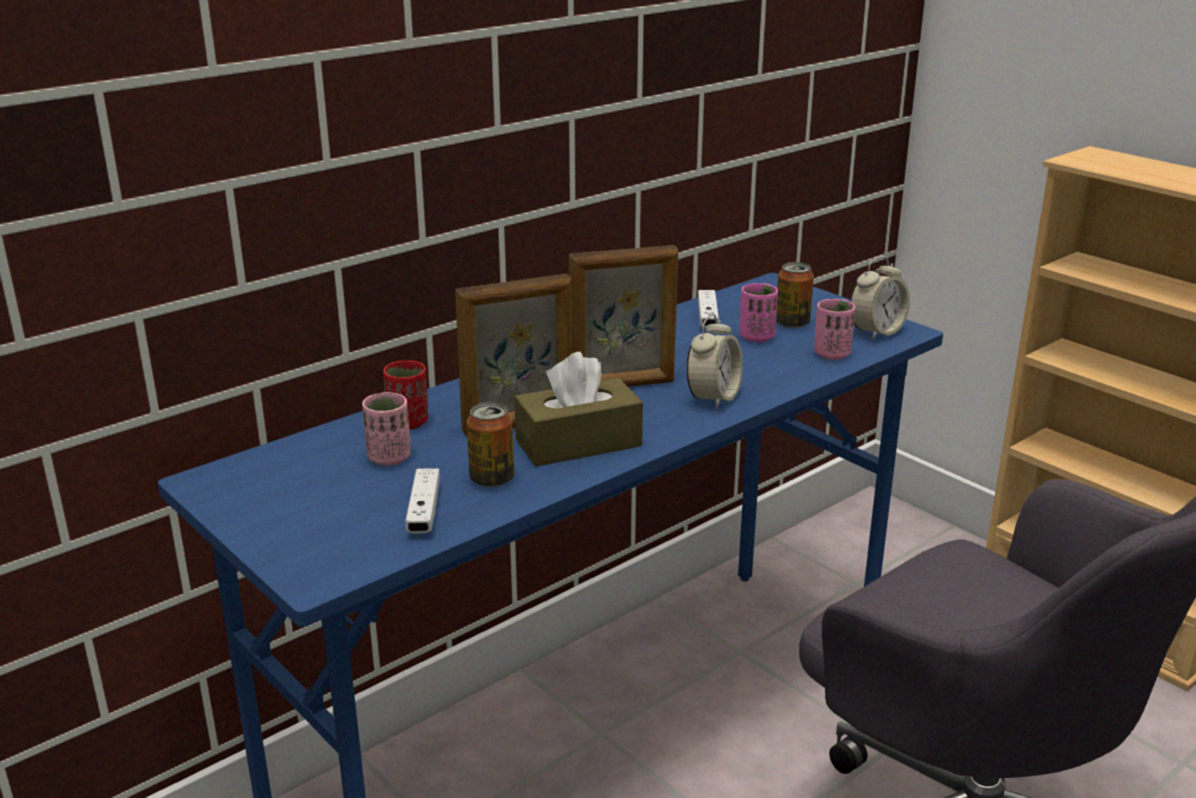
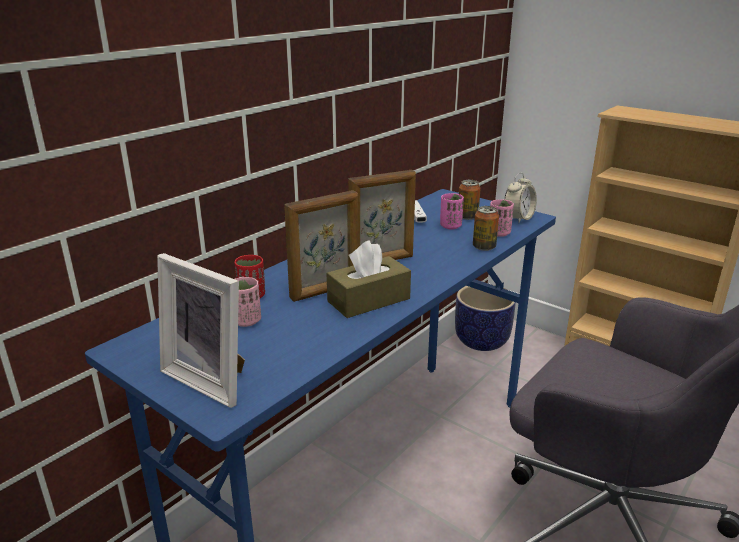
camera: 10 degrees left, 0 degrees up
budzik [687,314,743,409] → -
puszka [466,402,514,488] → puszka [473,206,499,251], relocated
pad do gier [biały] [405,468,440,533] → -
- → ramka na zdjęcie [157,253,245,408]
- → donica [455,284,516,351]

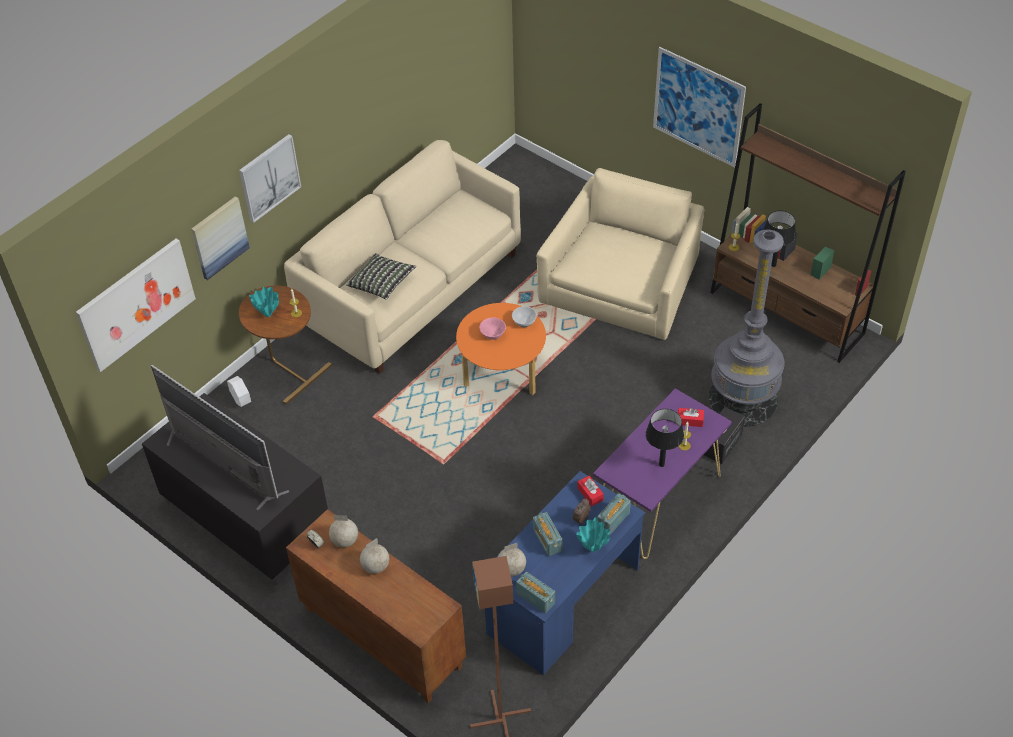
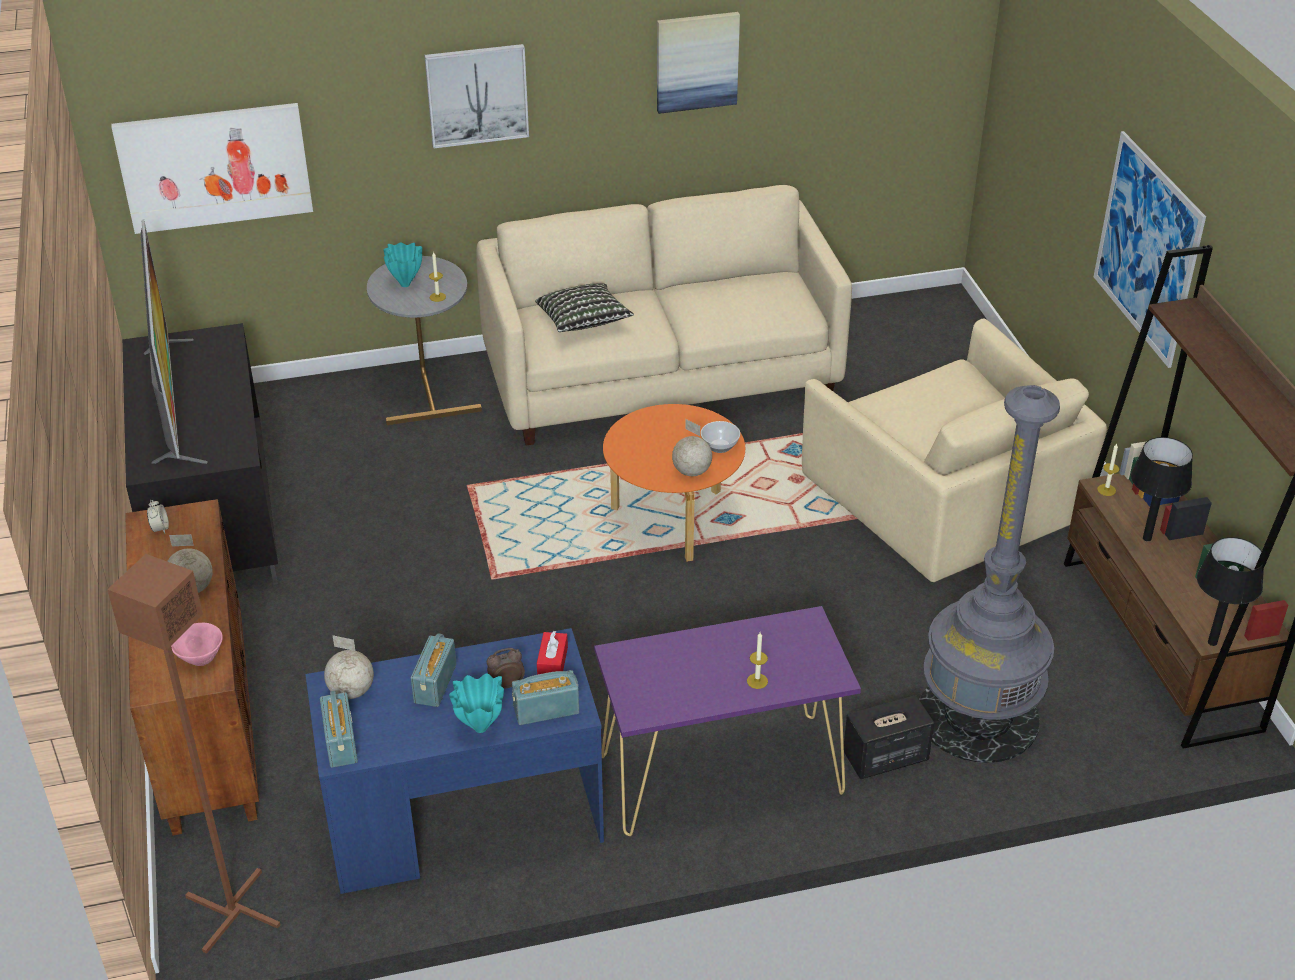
camera: 35 degrees right, 10 degrees down
fotel [beżowy] [537,168,704,340] → fotel [beżowy] [802,318,1107,582], 90 degrees clockwise
obraz [191,197,250,280] → obraz [657,12,740,114], relocated
stolik [brązowy] [239,286,332,405] → stolik [szary] [367,256,482,425]
miska [różowy] [479,317,506,340] → miska [różowy] [171,623,223,666], relocated
donica [biały] [227,376,251,407] → -
pudełko chusteczek [czerwony] [677,408,704,427] → -
lampa stołowa [czarny] [646,409,684,467] → lampa stołowa [czarny] [1197,537,1264,646], relocated
globus [329,515,358,548] → globus [672,419,712,476], relocated

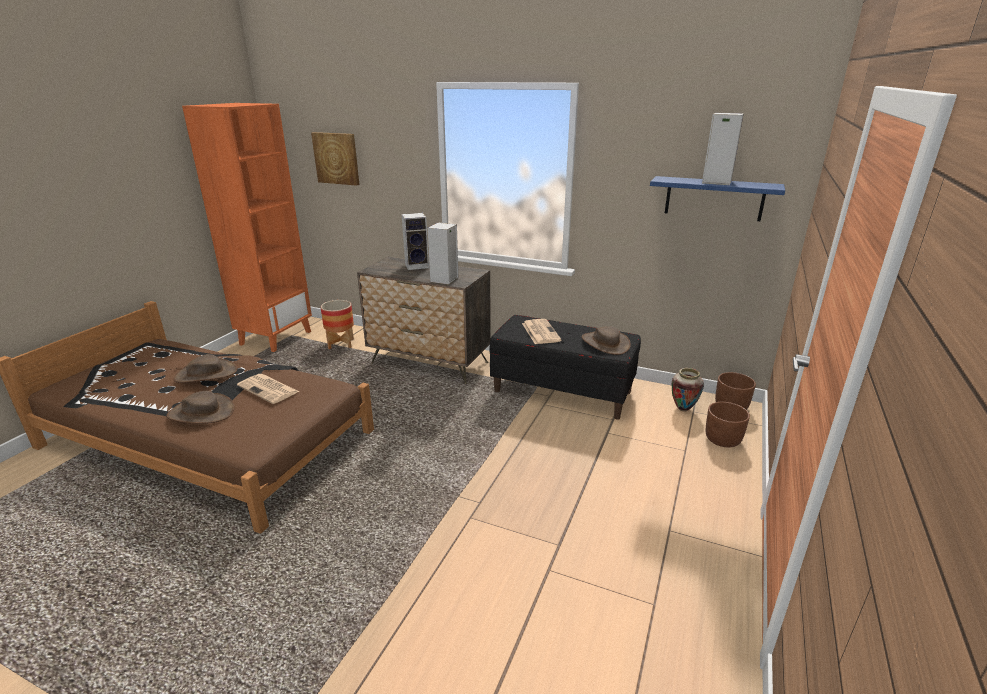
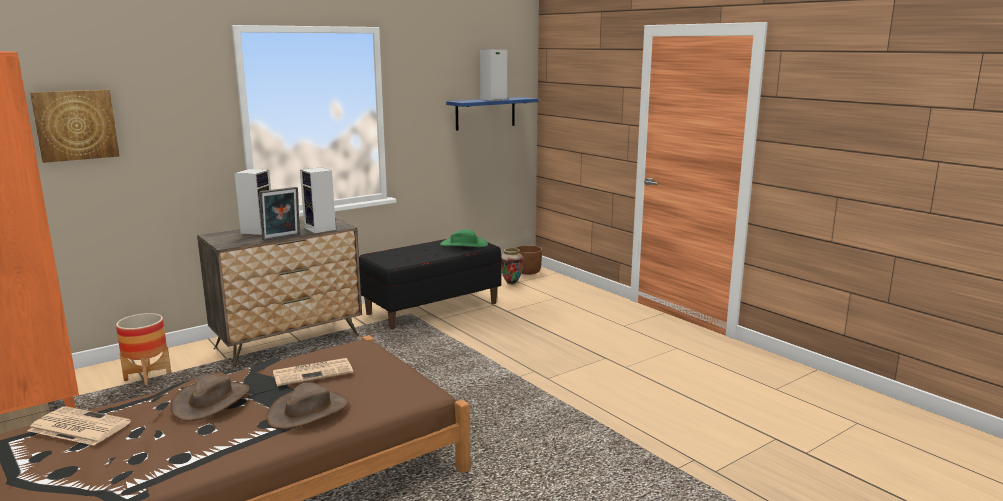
camera: 60 degrees left, 10 degrees down
gazeta [522,319,562,344] → gazeta [28,406,131,446], relocated
kapelusz [brązowy] [581,326,631,355] → kapelusz [zielony] [440,229,488,247]
donica [brązowy] [706,402,750,447] → -
- → ramka na zdjęcie [260,187,300,241]

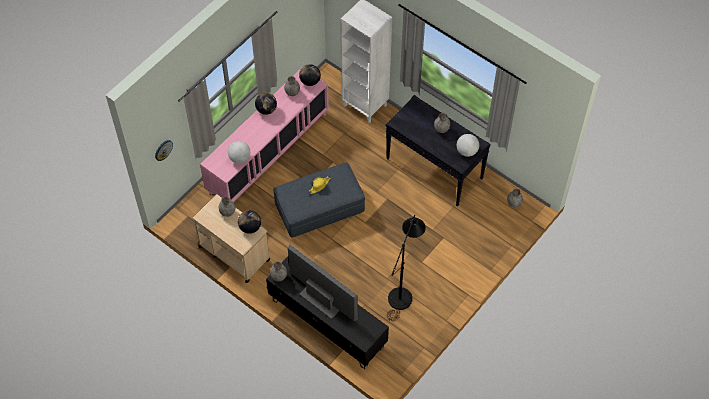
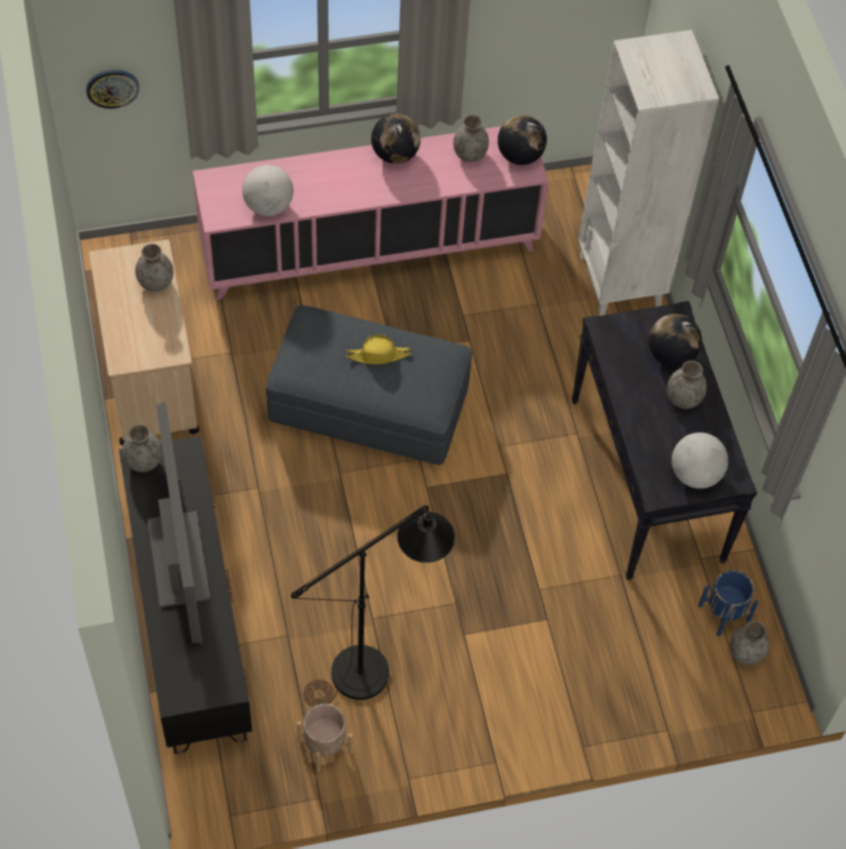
camera: 35 degrees right, 0 degrees up
globus [238,210,261,234] → globus [648,314,702,367], relocated
- → donica [niebieski] [698,570,758,636]
- → donica [beżowy] [297,703,353,772]

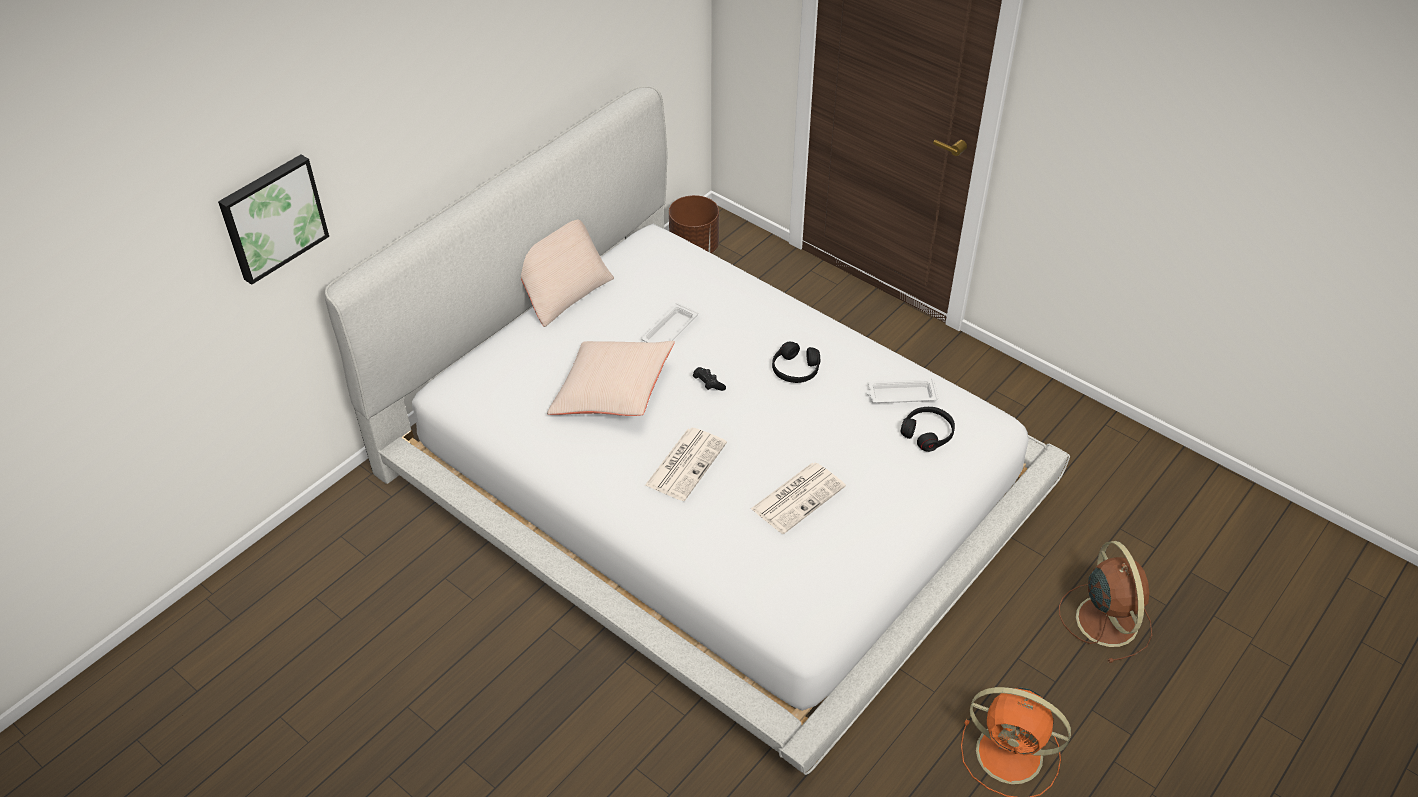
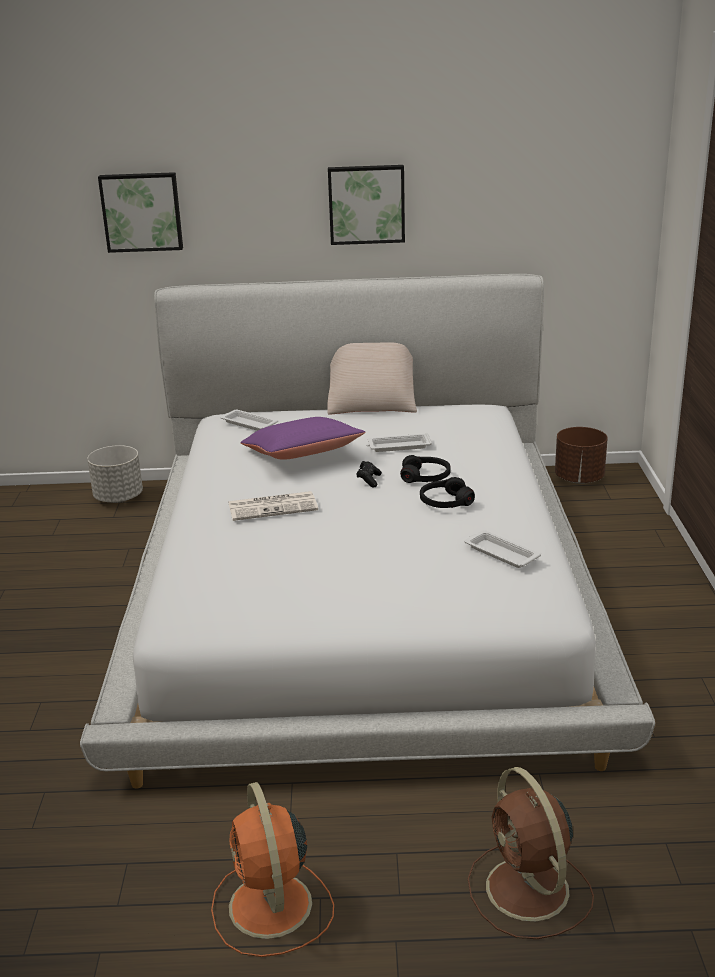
camera: 50 degrees right, 20 degrees down
poduszka [beżowy] [547,341,675,416] → poduszka [fioletowy] [240,417,365,460]
słuchawki [czarny] [900,407,955,452] → słuchawki [czarny] [400,455,450,483], relocated
gazeta [751,463,846,534] → -
wentylator [brązowy] [1059,541,1152,663] → wentylator [brązowy] [468,767,594,939], 120 degrees clockwise
- → obraz [328,165,405,245]
- → taca [biały] [220,410,278,431]
- → donica [szary] [87,445,143,503]

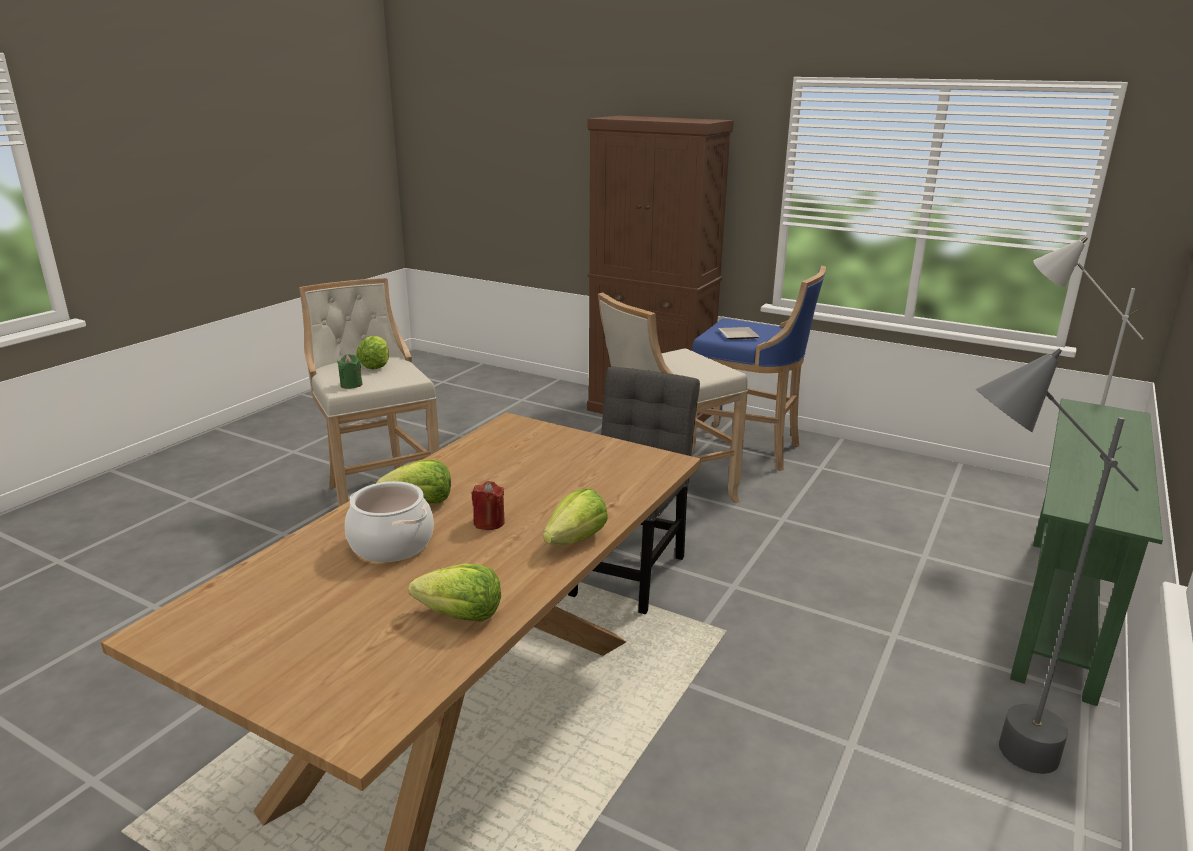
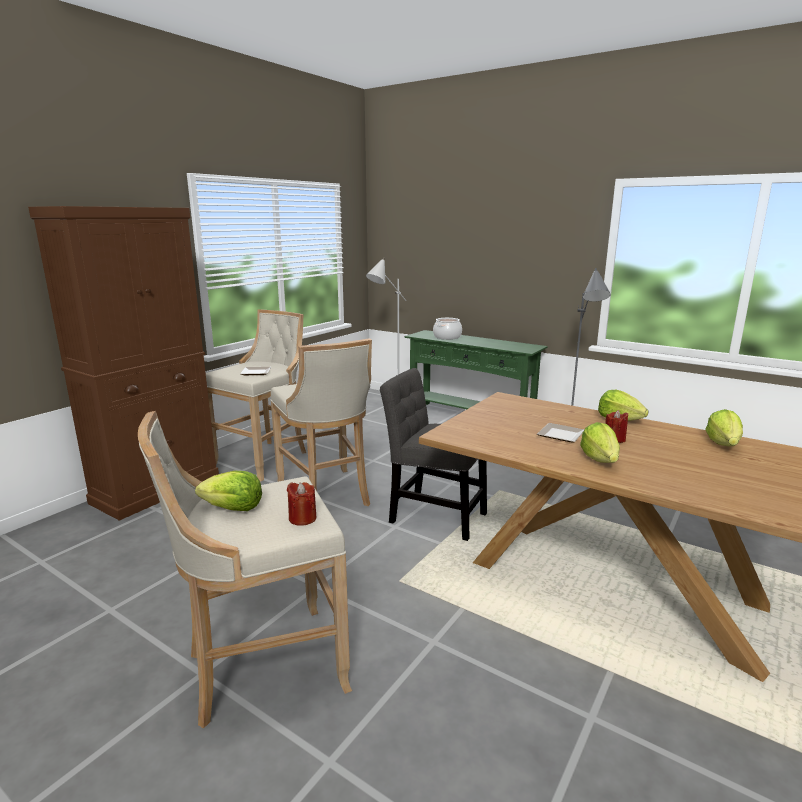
camera: 85 degrees left, 5 degrees down
stołek [niebieski] [692,266,826,471] → stołek [beżowy] [206,310,306,482]
świeca [zielony] [337,354,363,389] → świeca [czerwony] [287,482,317,526]
garnek [345,481,434,562] → garnek [433,318,462,340], relocated
- → talerz [537,423,584,443]

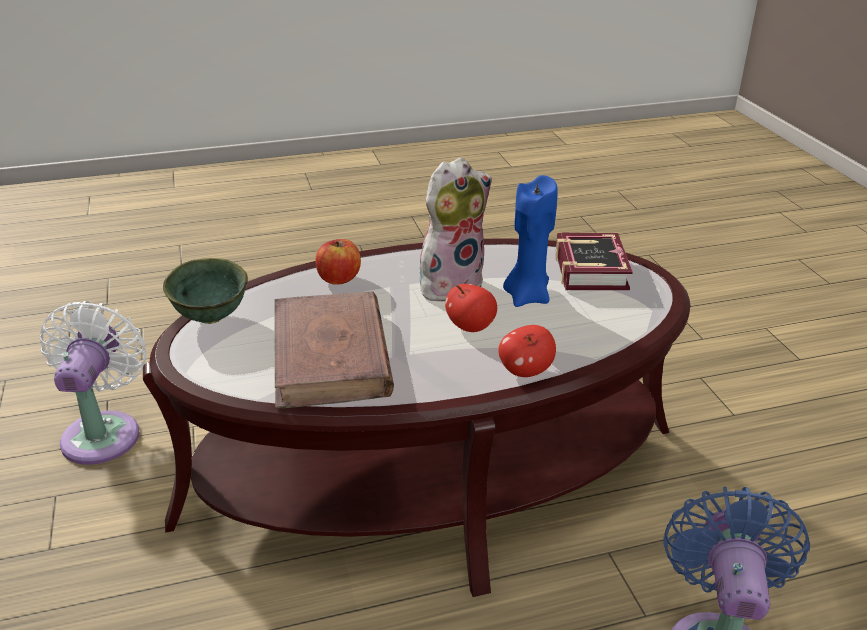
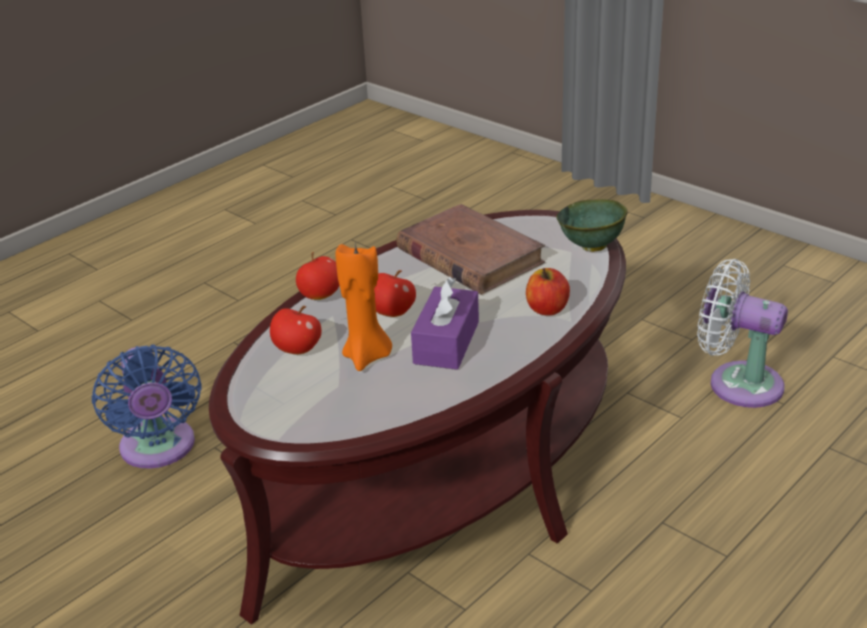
camera: 150 degrees right, 0 degrees up
pluszak [420,157,492,303] → pudełko chusteczek [fioletowy] [411,277,479,370]
świeca [niebieski] [503,175,558,307] → świeca [pomarańczowy] [336,243,392,371]
książka [555,233,633,290] → -
wentylator [biały] [39,301,146,465] → wentylator [biały] [697,259,788,408], 150 degrees clockwise
- → jabłko [270,306,322,354]

